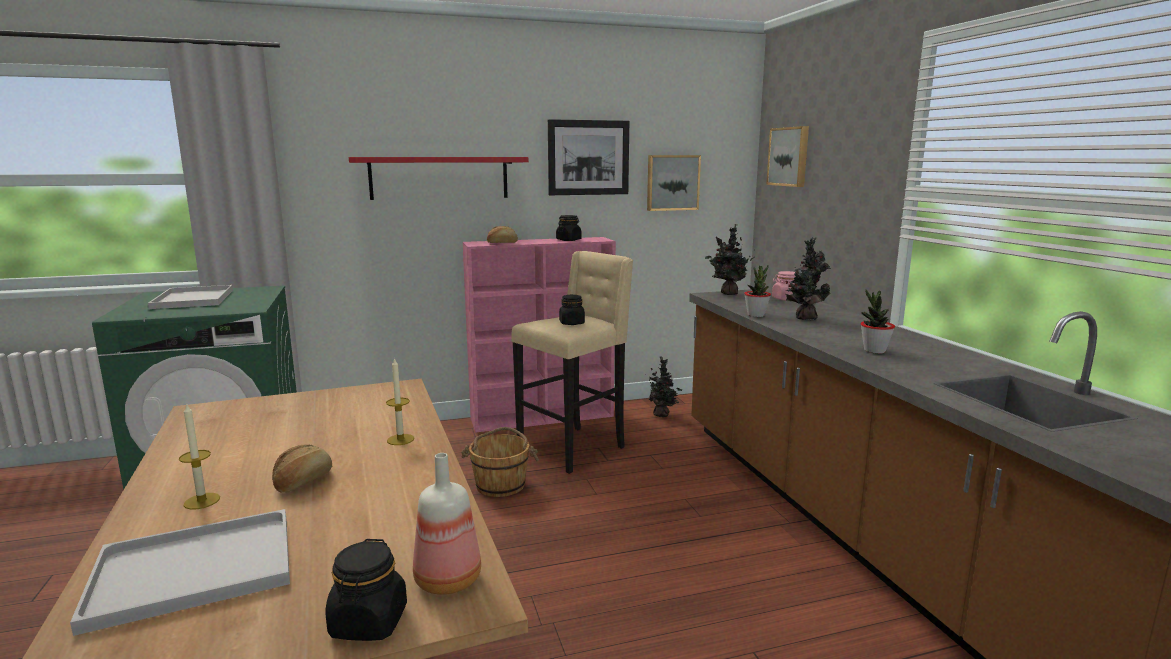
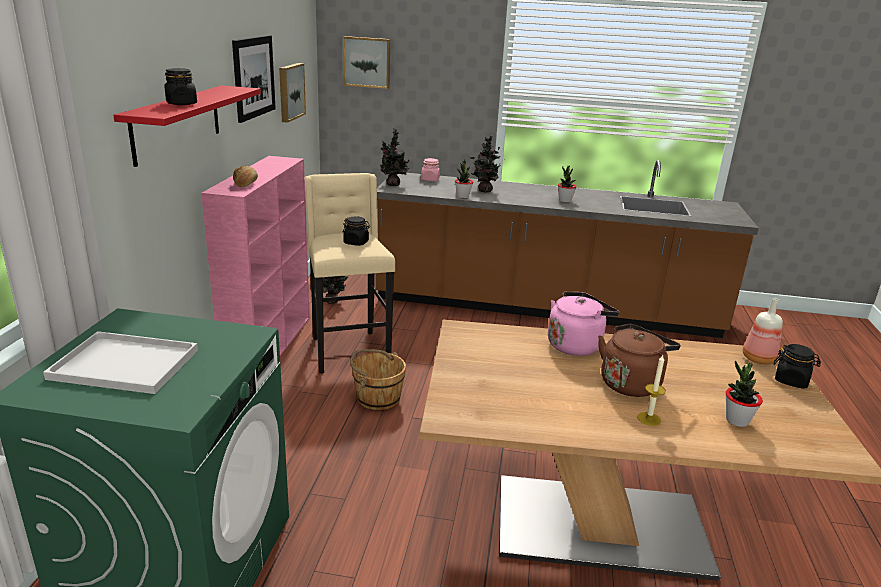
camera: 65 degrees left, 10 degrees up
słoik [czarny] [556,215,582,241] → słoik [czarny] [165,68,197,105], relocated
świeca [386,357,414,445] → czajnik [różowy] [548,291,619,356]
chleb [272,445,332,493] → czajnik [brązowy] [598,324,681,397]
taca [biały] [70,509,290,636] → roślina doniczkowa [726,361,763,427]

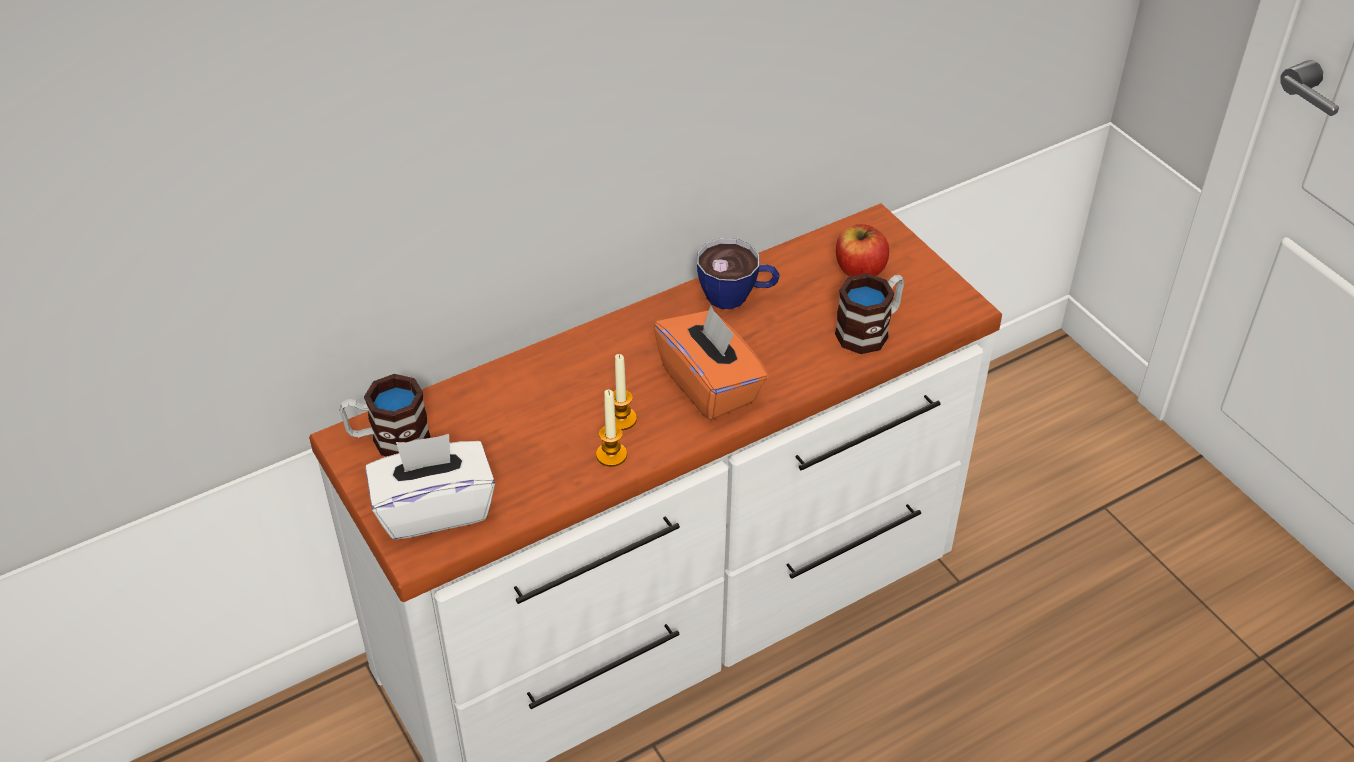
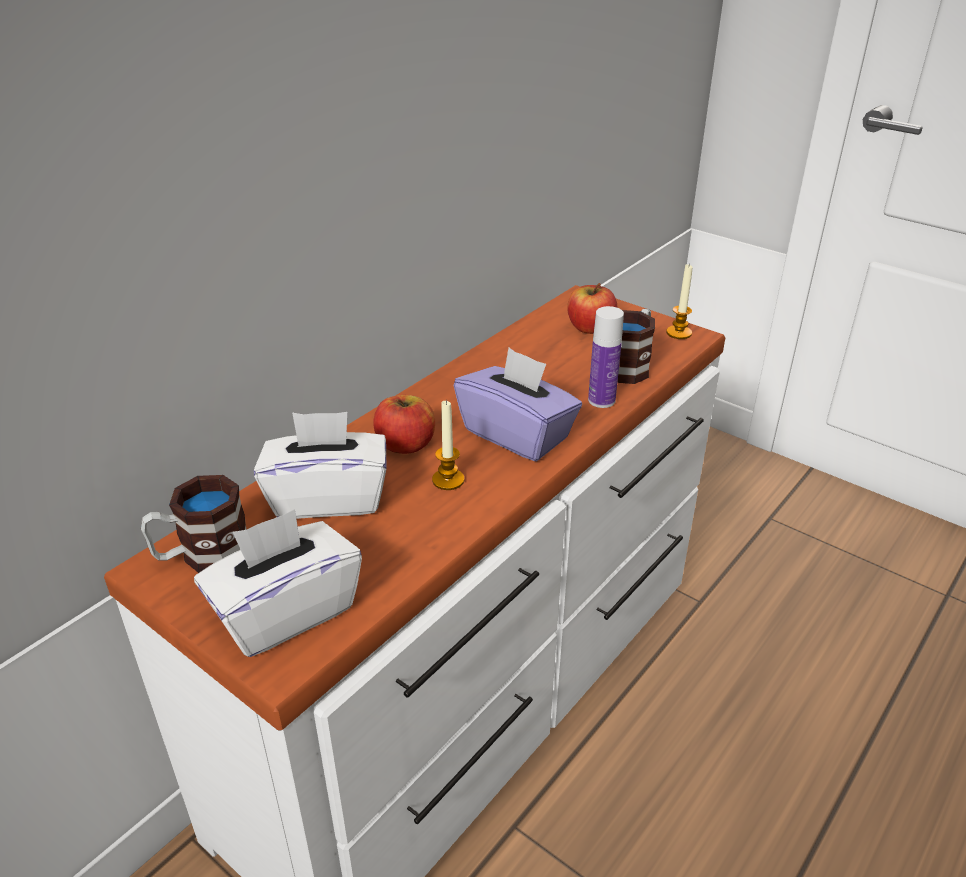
camera: 20 degrees left, 10 degrees down
filiżanka [697,238,780,309] → -
pudełko chusteczek [pomarańczowy] [654,305,768,420] → pudełko chusteczek [fioletowy] [454,348,582,461]
świeca [596,390,627,467] → świeca [666,263,692,339], relocated
- → butelka [588,306,624,408]
- → jabłko [373,395,435,454]
- → pudełko chusteczek [biały] [254,412,387,519]

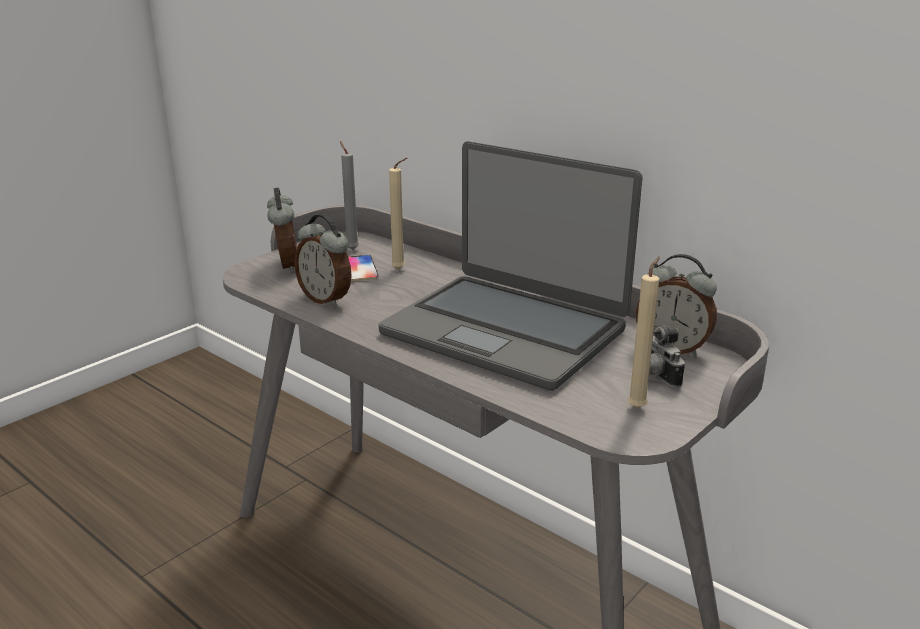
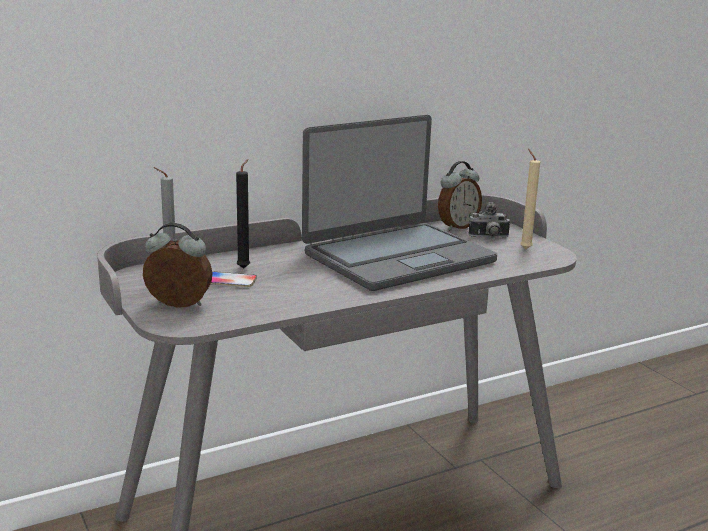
camera: 70 degrees left, 5 degrees down
świeca [beżowy] [389,158,407,270] → świeca [czarny] [236,159,250,269]
budzik [294,214,352,307] → -

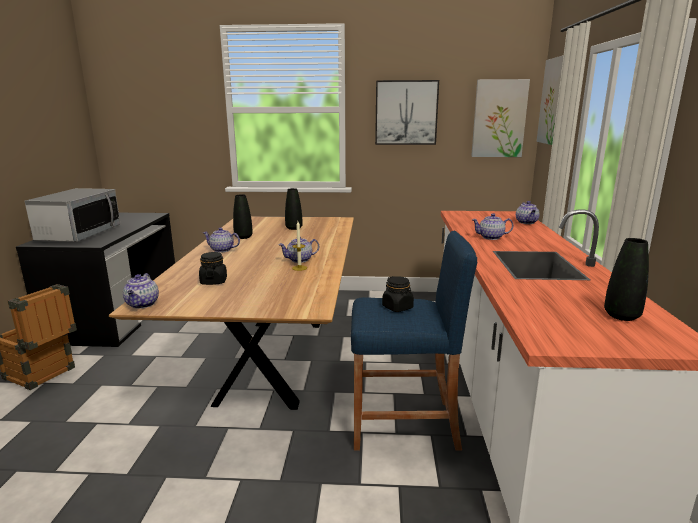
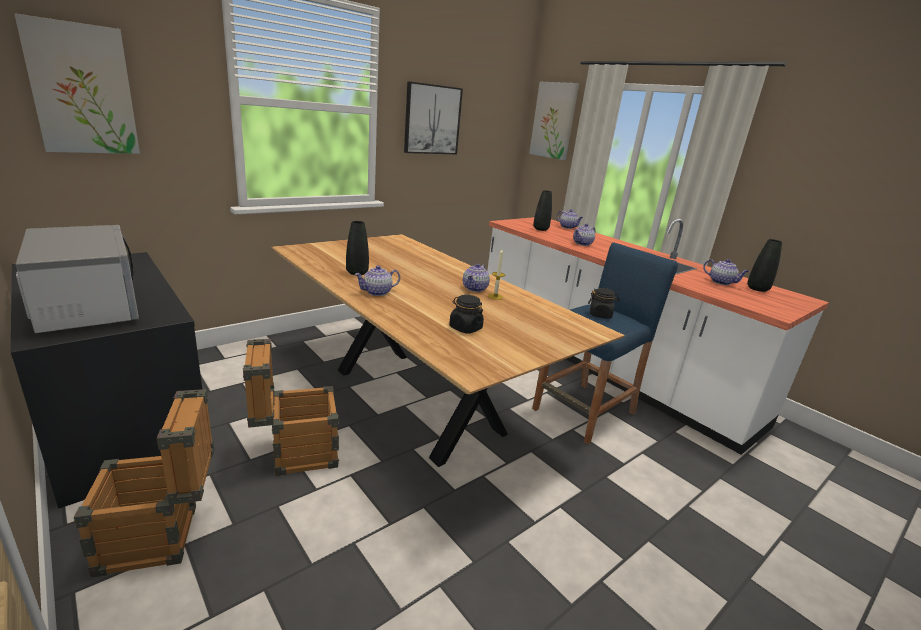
camera: 45 degrees left, 5 degrees up
obraz [471,79,530,157] → obraz [14,13,140,154], relocated
wazon [czarny] [285,188,302,230] → wazon [czarny] [533,190,552,231], relocated
imbryk [123,273,159,309] → imbryk [703,259,749,285], relocated
- → skrzynka [243,339,339,476]

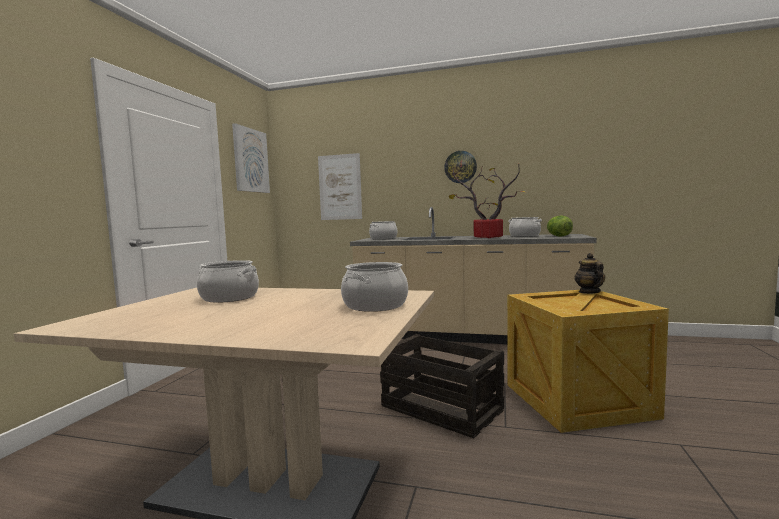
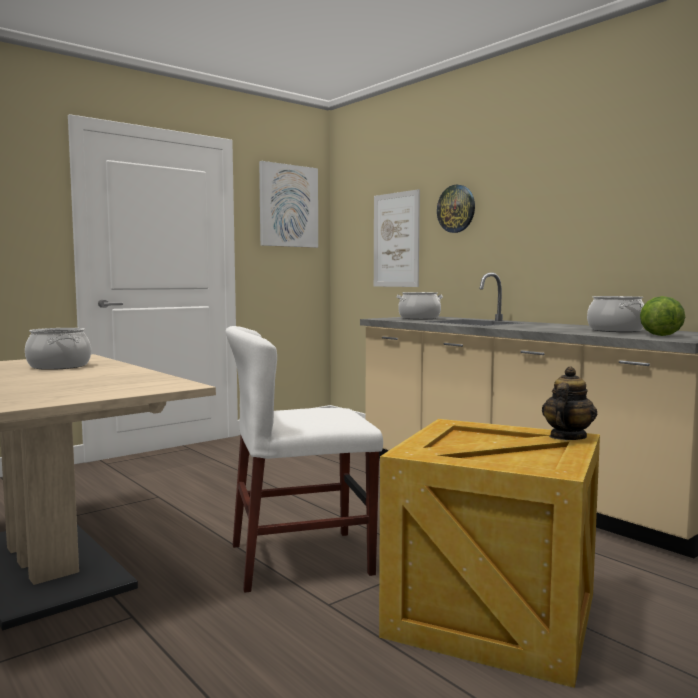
camera: 35 degrees right, 0 degrees up
zegar ścienny [444,151,477,183] → zegar ścienny [437,185,475,233], relocated
roślina doniczkowa [449,168,524,238] → -
garnek [341,262,408,312] → -
skrzynka [380,334,504,438] → krzesło [biały] [226,326,383,593]

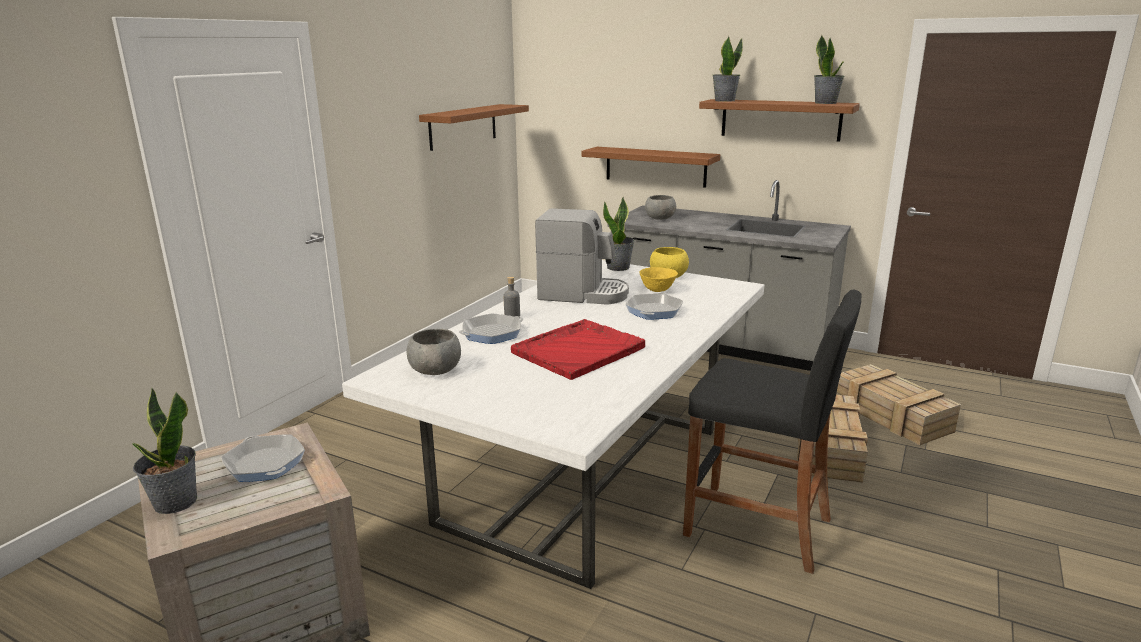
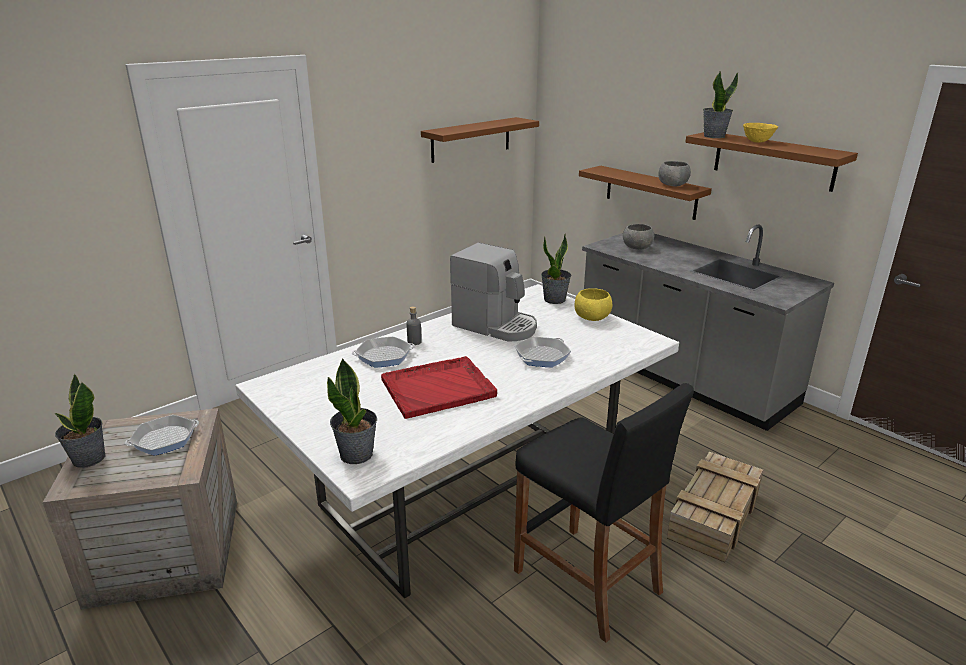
camera: 20 degrees right, 5 degrees up
roślina doniczkowa [814,35,844,104] → roślina doniczkowa [327,358,377,464], relocated
miska [żółty] [639,267,678,292] → miska [żółty] [743,123,778,143], relocated
miska [szary] [407,329,461,375] → miska [szary] [658,161,691,186], relocated
skrzynka [836,364,961,445] → -
patelnia [221,434,305,482] → patelnia [125,415,199,455], 105 degrees counterclockwise

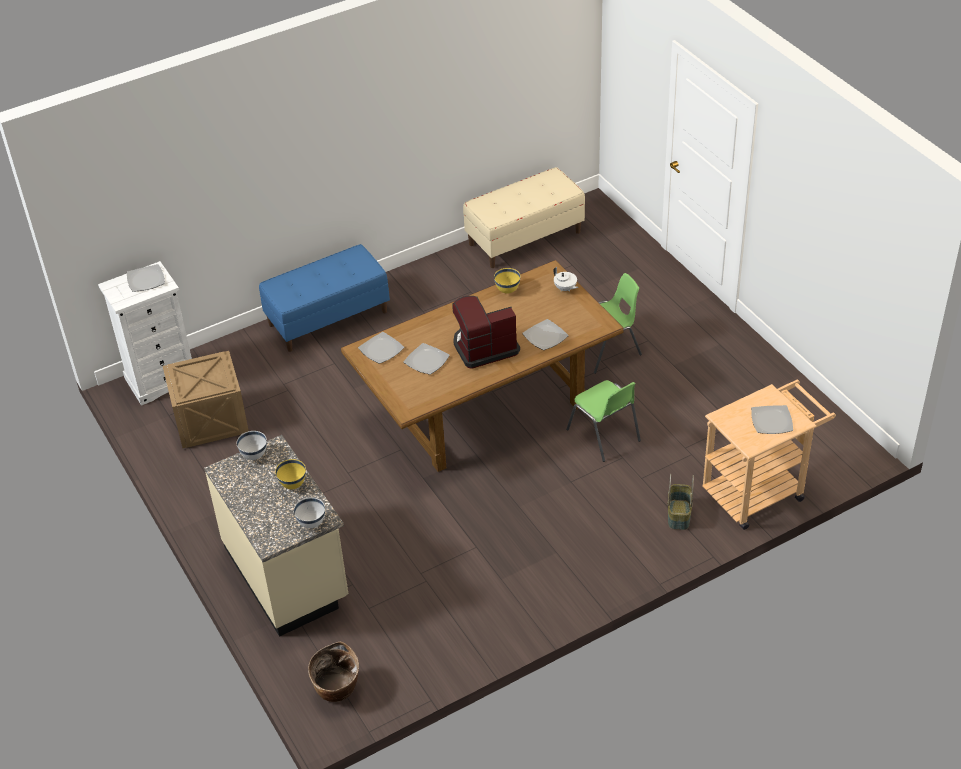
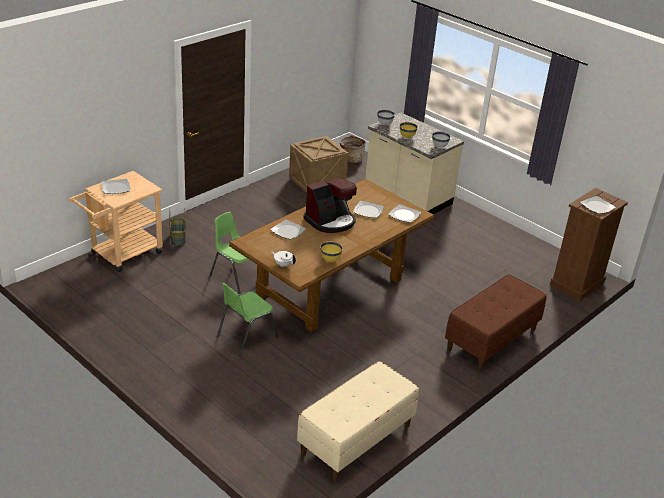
camera: 160 degrees right, 10 degrees down
ławka [niebieski] [259,244,390,352] → ławka [brązowy] [445,274,547,371]
komoda [biały] [98,261,192,406] → komoda [brązowy] [550,188,628,301]
skrzynka [163,351,249,448] → skrzynka [289,136,348,193], relocated

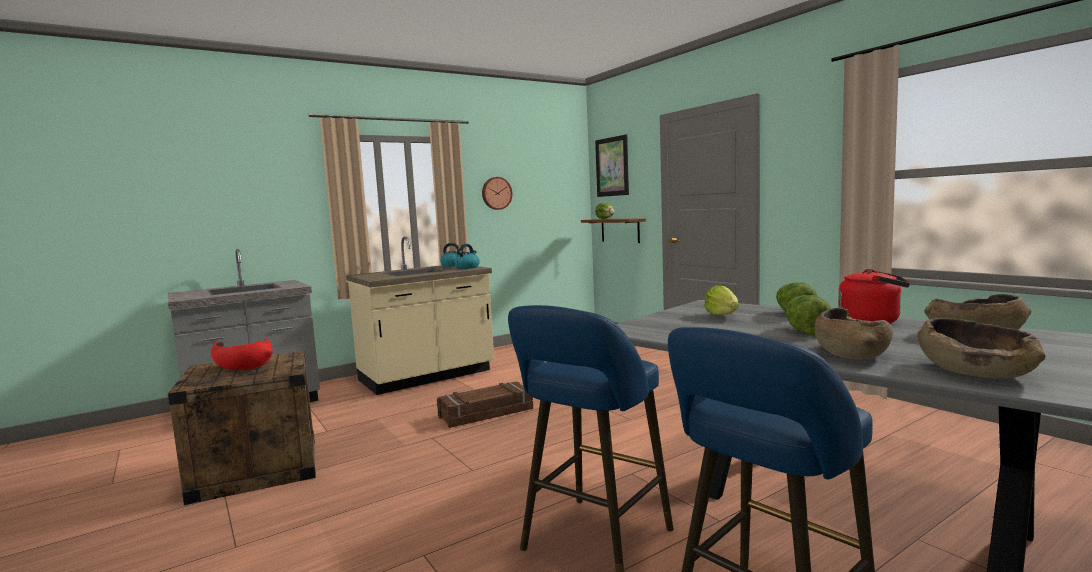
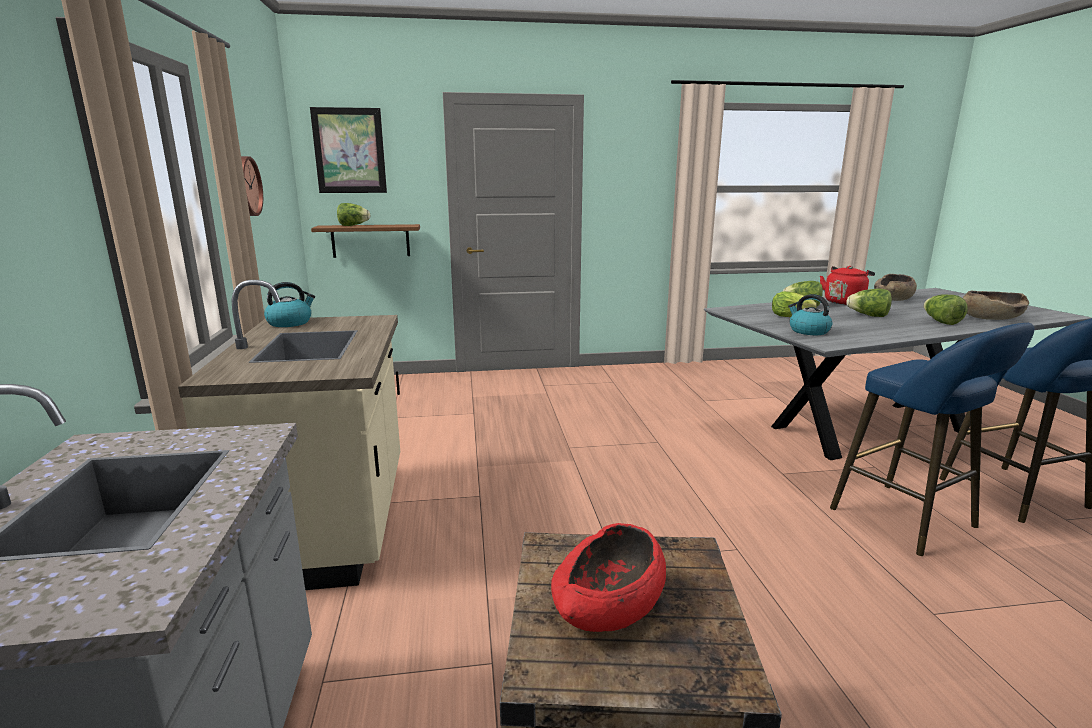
camera: 65 degrees left, 10 degrees up
czajnik [454,244,480,269] → czajnik [788,294,832,335], relocated
miska [brązowy] [814,307,893,360] → sałata [924,295,968,325]
skrzynka [437,382,533,428] → -

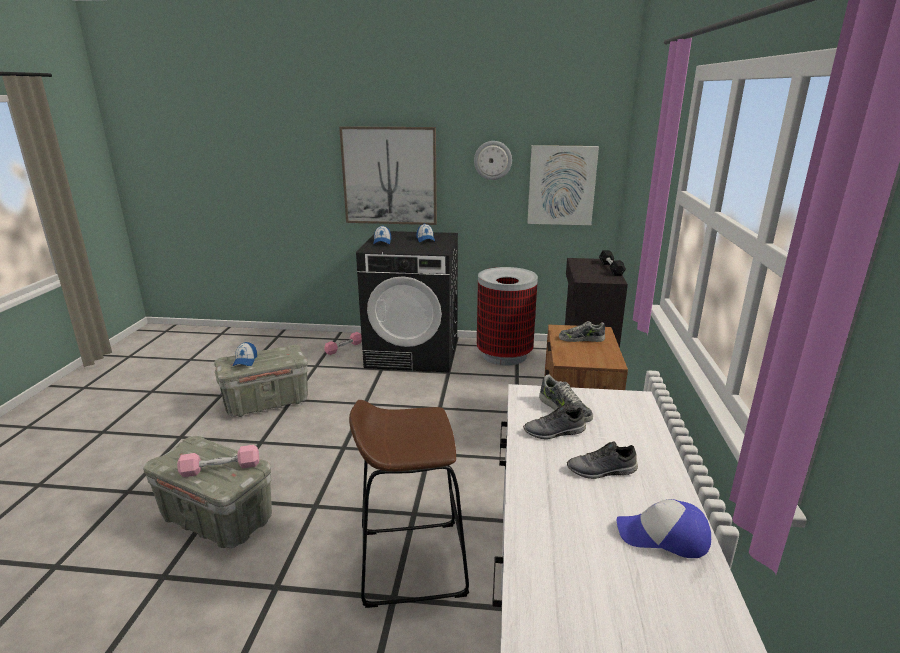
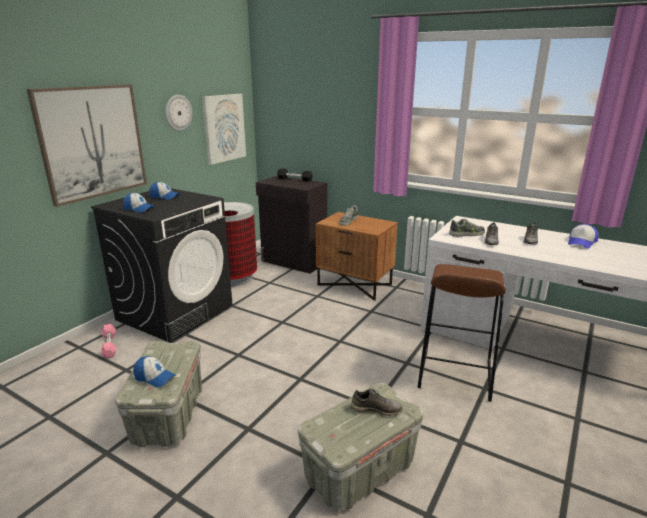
camera: 65 degrees left, 0 degrees up
hantel [różowy] [177,445,259,477] → but [szary] [350,389,403,416]

